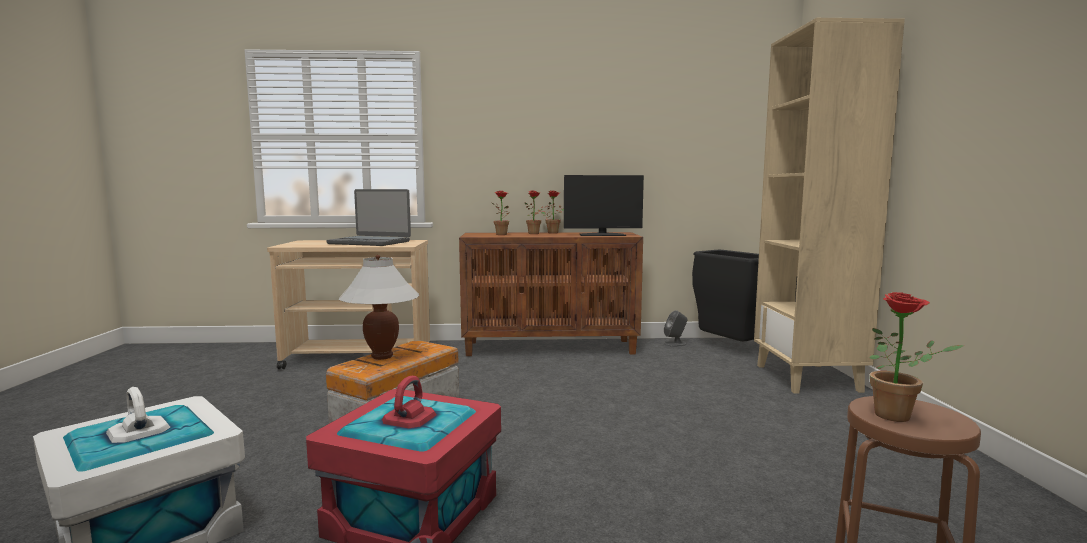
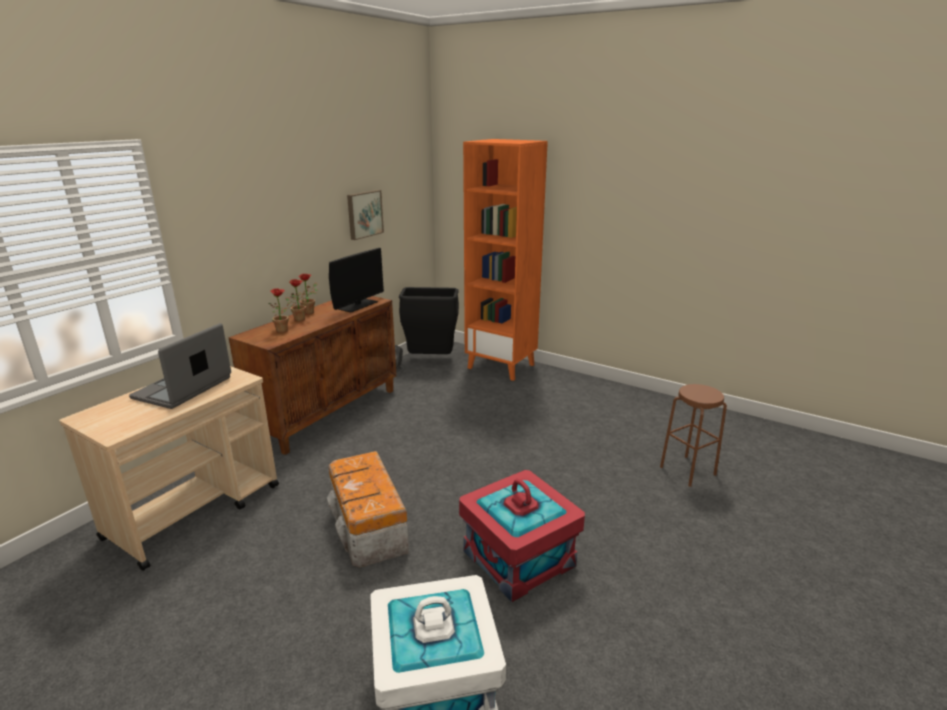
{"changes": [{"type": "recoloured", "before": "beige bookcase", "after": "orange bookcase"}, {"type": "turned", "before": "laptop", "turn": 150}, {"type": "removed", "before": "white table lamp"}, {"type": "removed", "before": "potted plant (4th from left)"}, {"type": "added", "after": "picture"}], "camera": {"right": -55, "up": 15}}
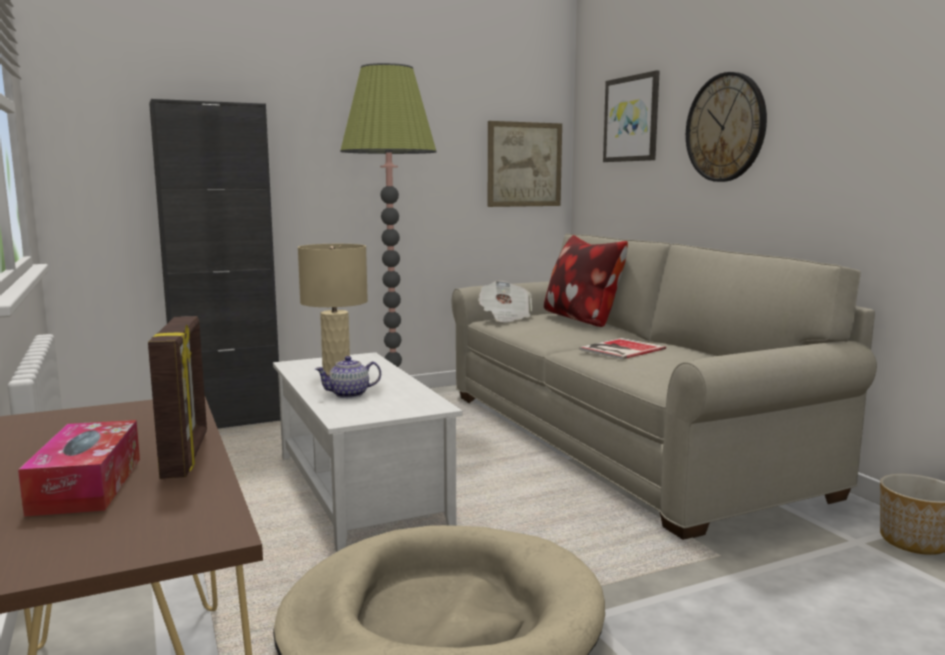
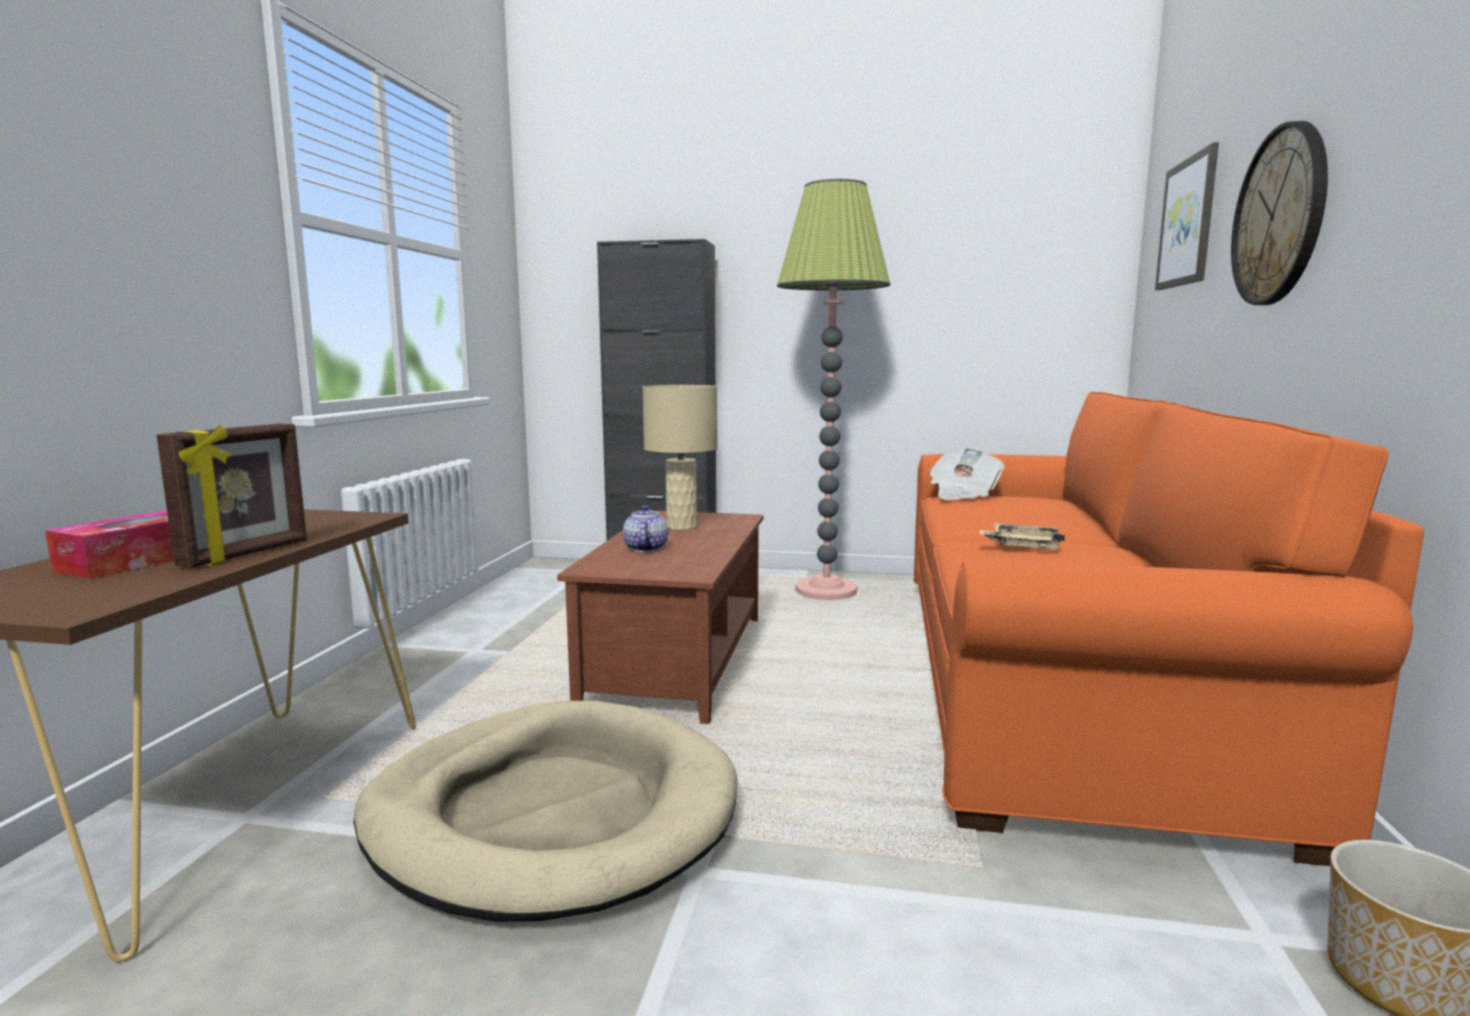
{"changes": [{"type": "removed", "before": "picture (1st from left)"}, {"type": "recoloured", "before": "beige sofa", "after": "orange sofa"}, {"type": "removed", "before": "pillow"}, {"type": "replaced", "before": "book", "after": "beige tray"}, {"type": "recoloured", "before": "white coffee table", "after": "brown coffee table"}, {"type": "turned", "before": "teapot", "turn": 75}], "camera": {"right": 35, "up": 0}}
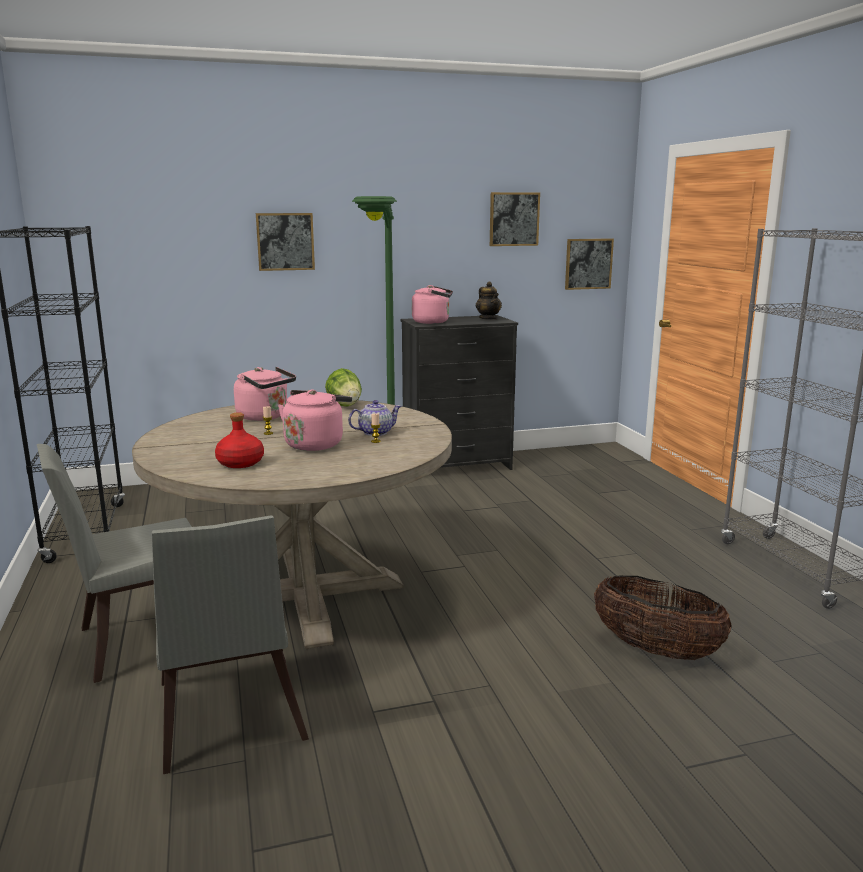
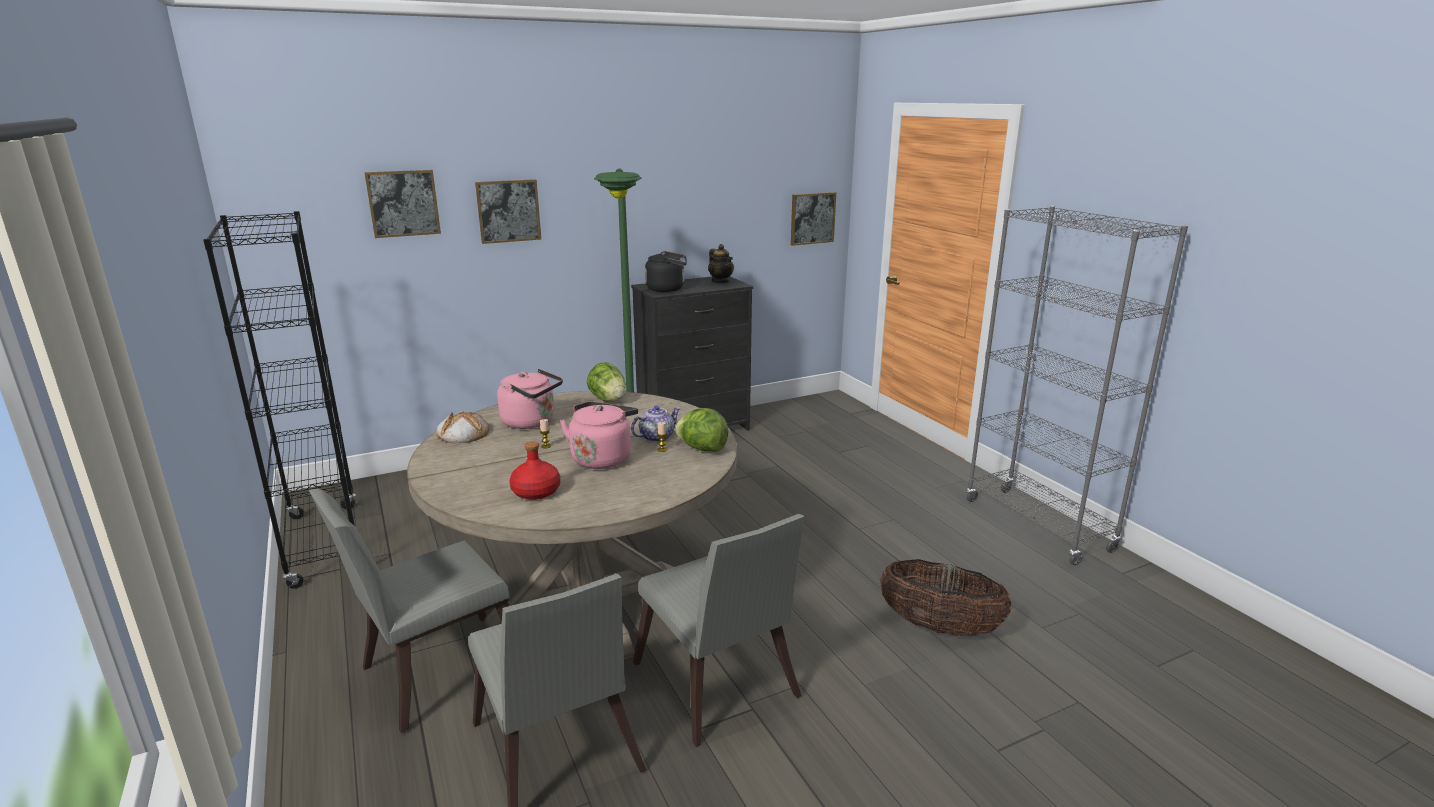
{"changes": [{"type": "moved", "before": "picture (2nd from left in the first image)", "after": "picture (1st from left)"}, {"type": "recoloured", "before": "pink kettle (3rd from left)", "after": "black kettle"}, {"type": "added", "after": "lettuce (2nd from left)"}, {"type": "added", "after": "bread"}, {"type": "added", "after": "grey chair (3rd from left)"}], "camera": {"right": -10, "up": 5}}
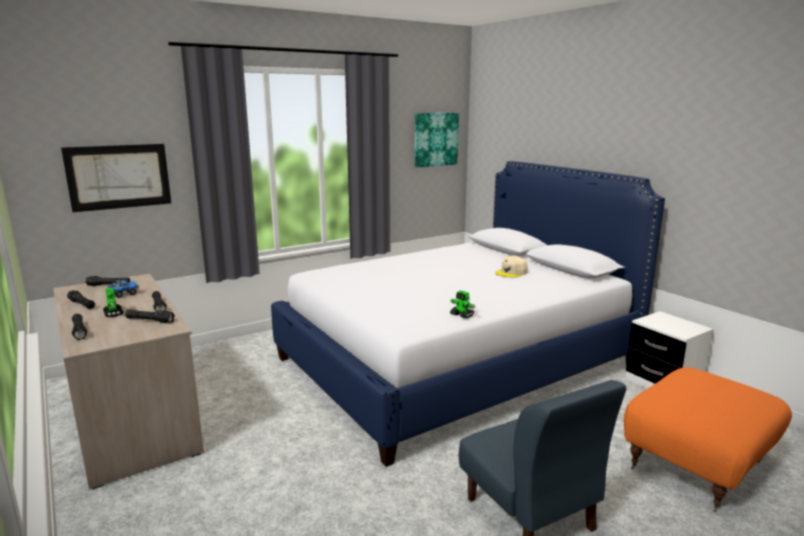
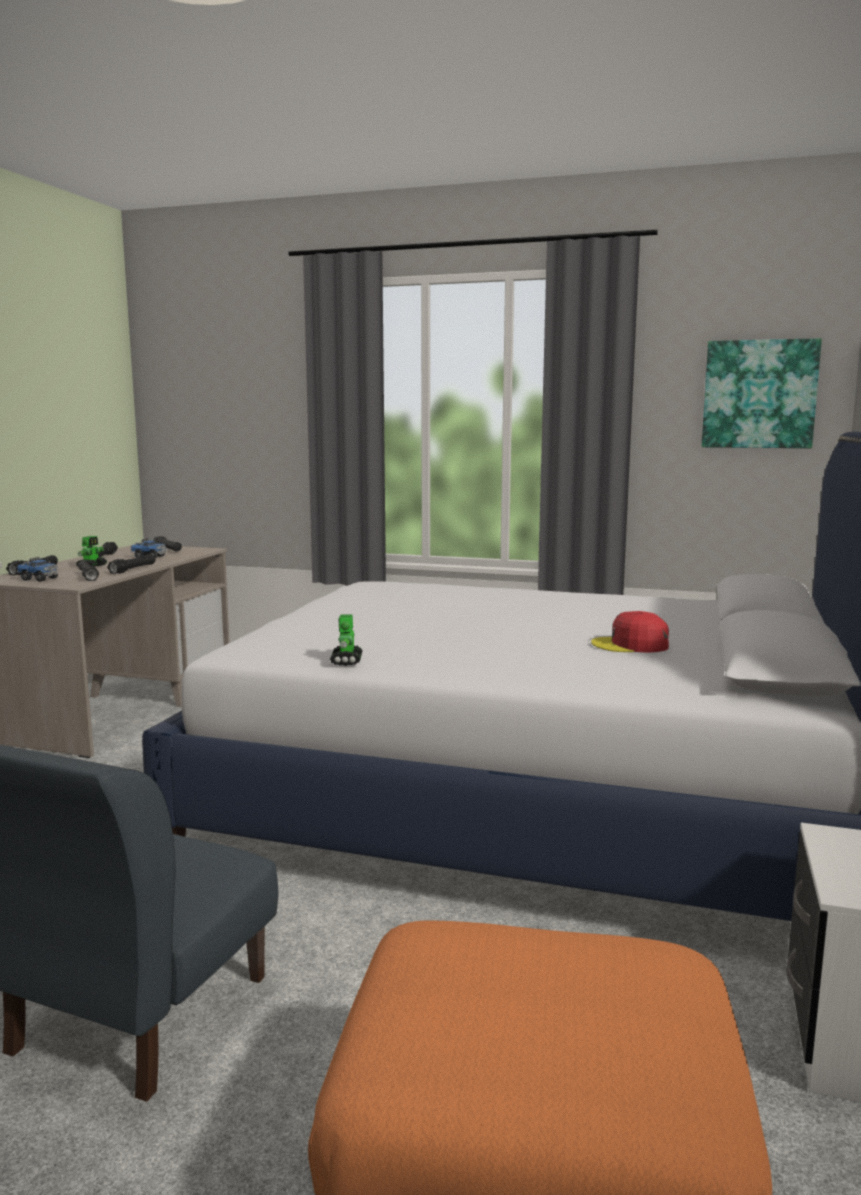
{"changes": [{"type": "removed", "before": "picture (1st from left)"}, {"type": "recoloured", "before": "beige cap", "after": "red cap"}, {"type": "added", "after": "toy truck (1st from left)"}], "camera": {"right": 50, "up": -5}}
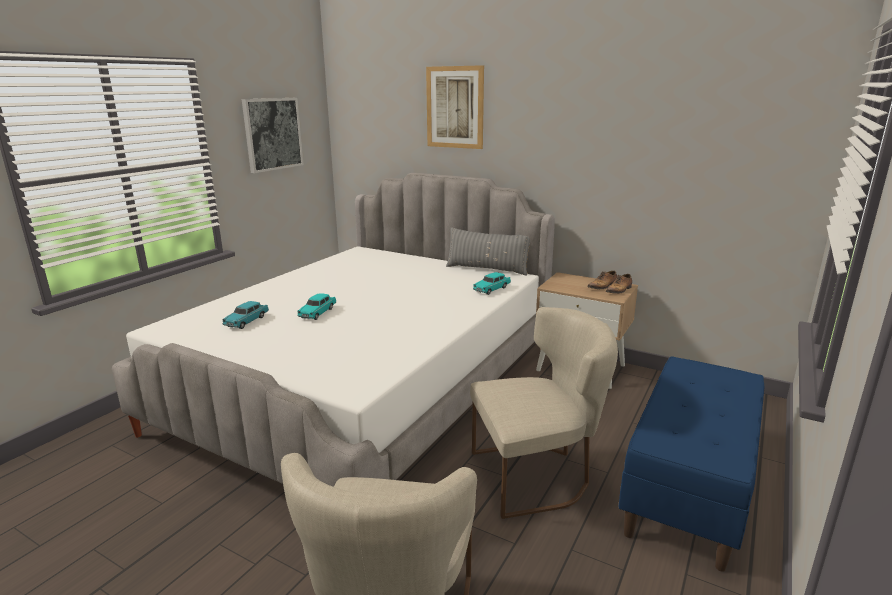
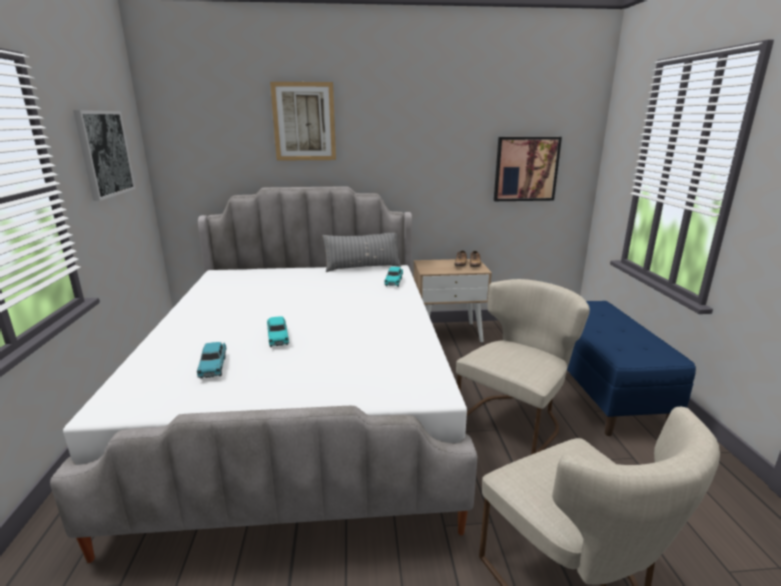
{"changes": [{"type": "added", "after": "picture (3rd from left)"}], "camera": {"right": -35, "up": 0}}
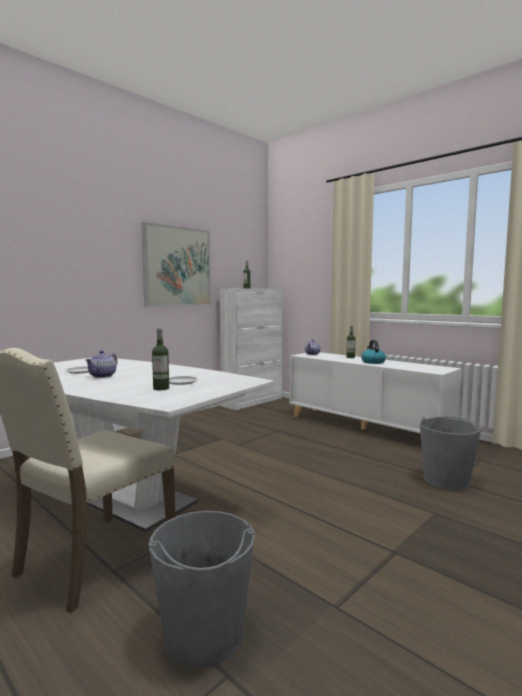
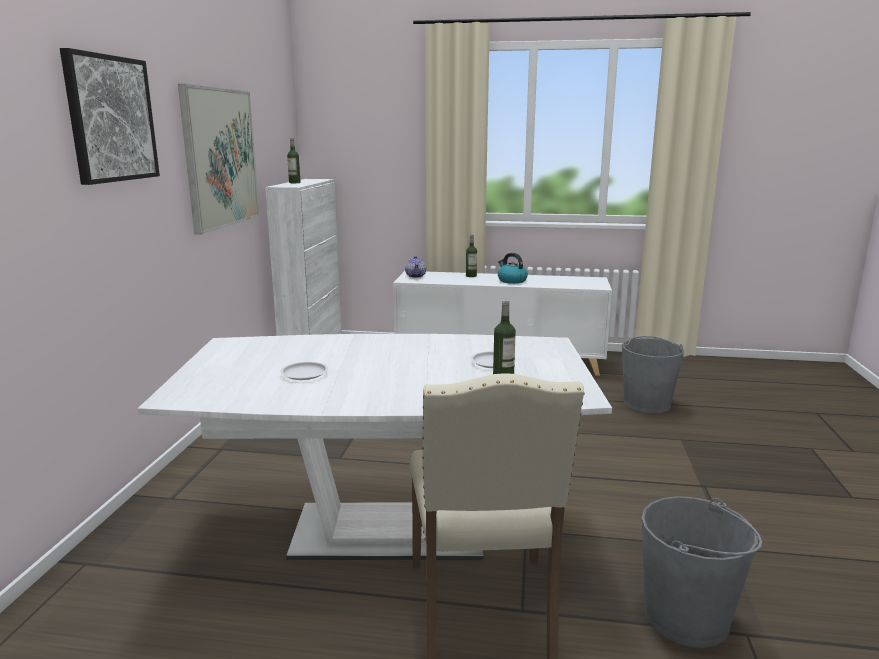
{"changes": [{"type": "removed", "before": "teapot (1st from left)"}, {"type": "added", "after": "picture (1st from left)"}], "camera": {"right": -35, "up": 10}}
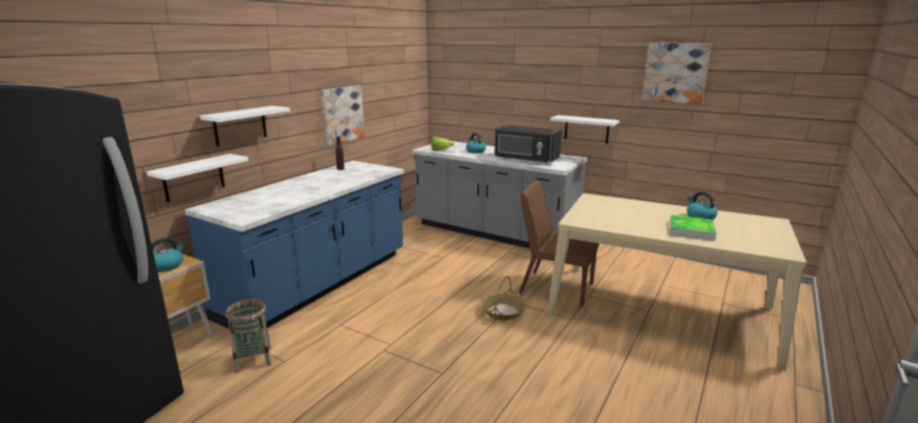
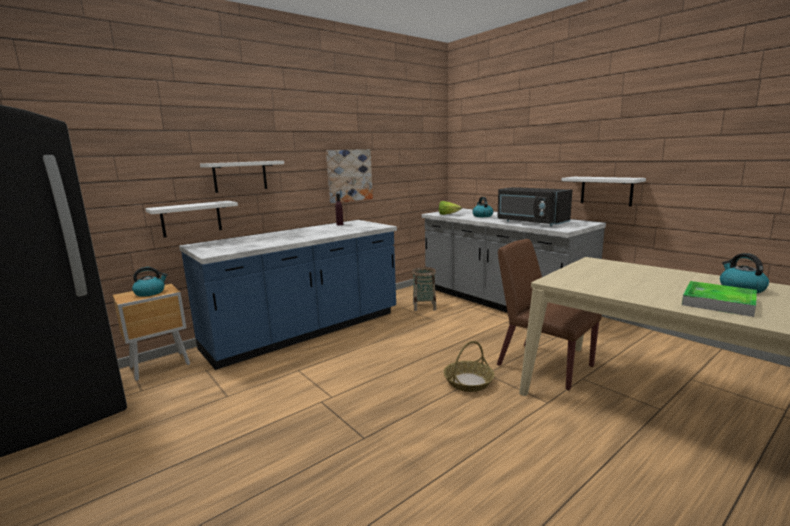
{"changes": [{"type": "removed", "before": "picture (2nd from left)"}, {"type": "moved", "before": "basket (1st from left)"}], "camera": {"right": 20, "up": -5}}
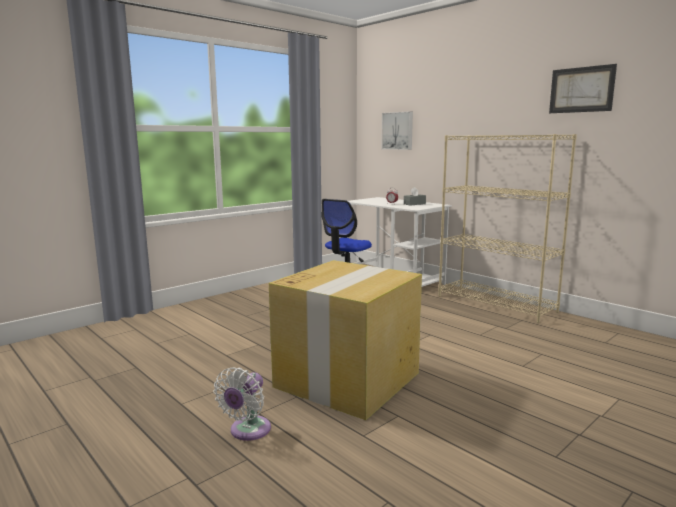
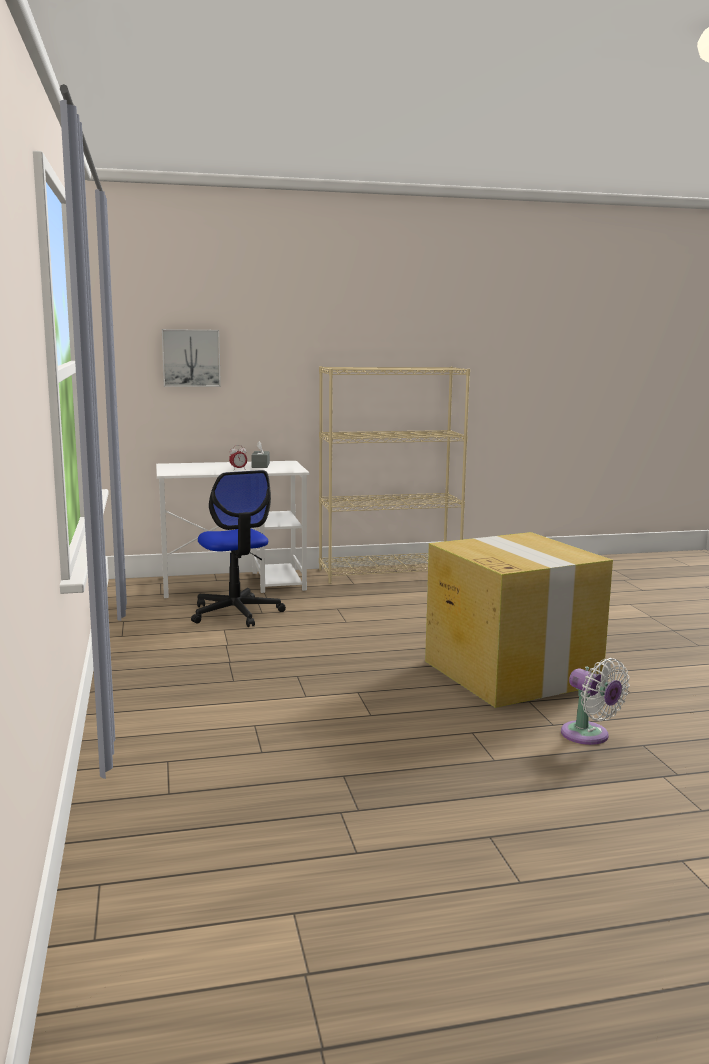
{"changes": [{"type": "removed", "before": "picture (2nd from left)"}], "camera": {"right": -60, "up": 0}}
